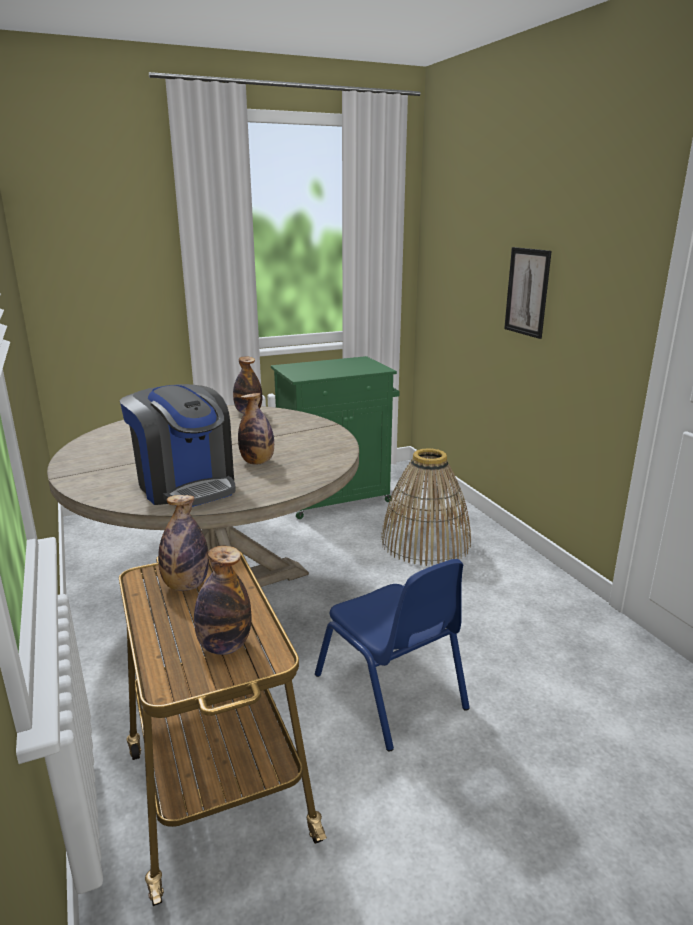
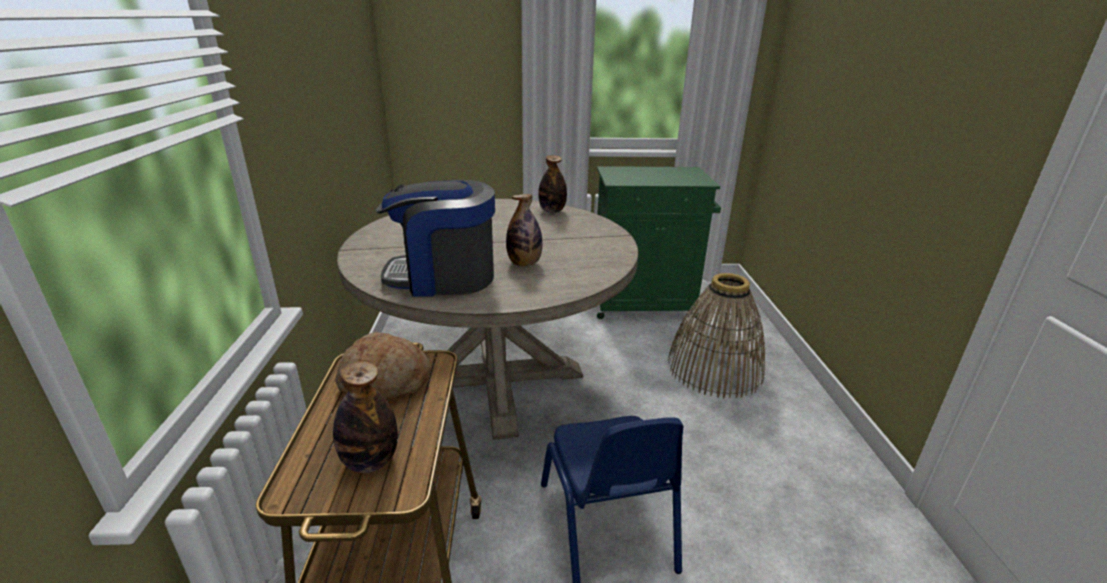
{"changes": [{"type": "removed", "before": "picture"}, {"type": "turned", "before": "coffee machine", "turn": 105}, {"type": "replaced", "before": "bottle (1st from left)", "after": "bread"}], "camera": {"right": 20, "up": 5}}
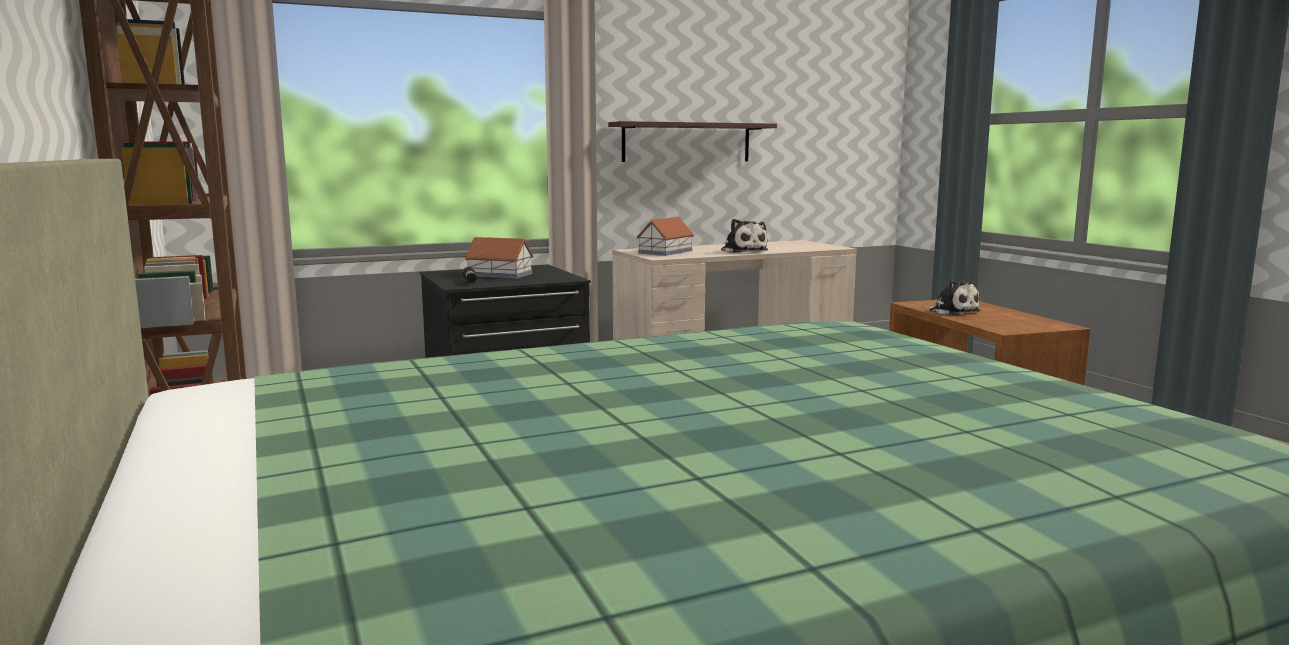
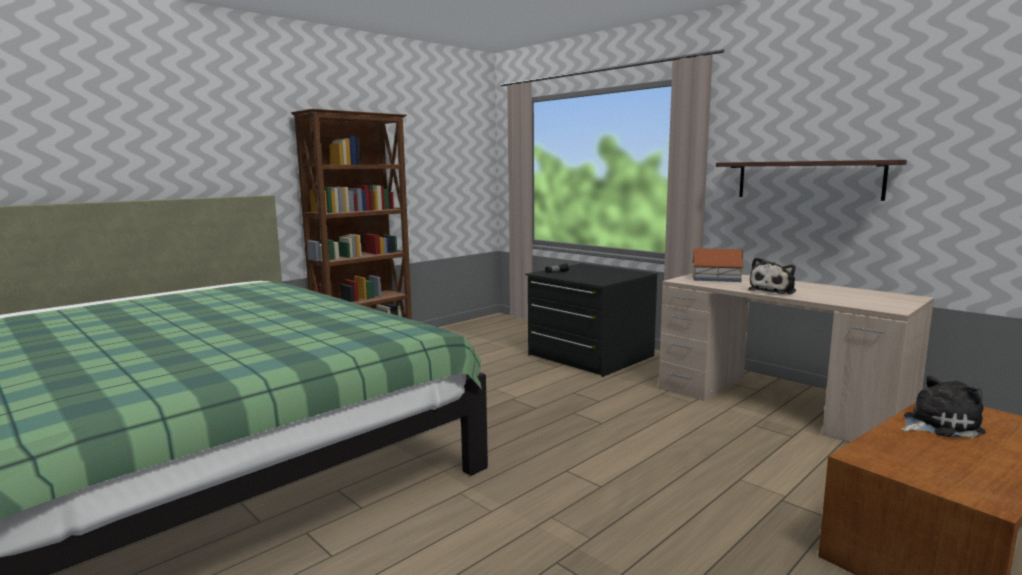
{"changes": [{"type": "removed", "before": "toy house (1st from left)"}, {"type": "turned", "before": "plush toy (2nd from left)", "turn": -135}], "camera": {"right": 70, "up": 0}}
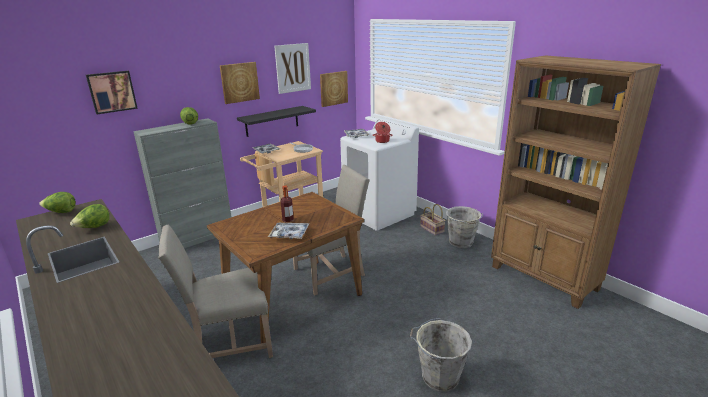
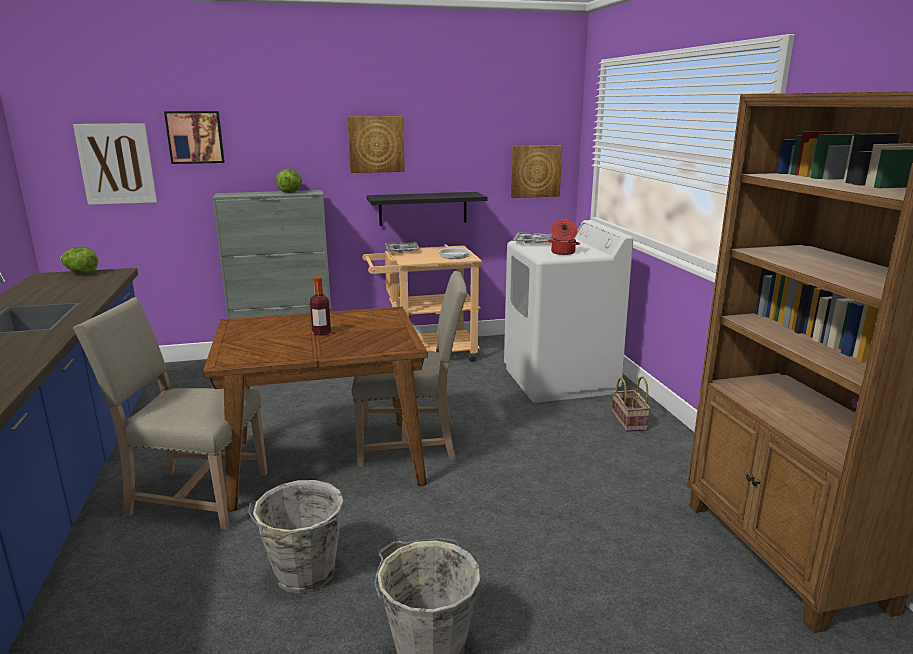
{"changes": [{"type": "moved", "before": "picture (3rd from left in the first image)", "after": "picture (1st from left)"}, {"type": "removed", "before": "lettuce (2nd from left)"}, {"type": "moved", "before": "grey bucket (2nd from left in the first image)", "after": "grey bucket (1st from left)"}, {"type": "removed", "before": "tray (2nd from left)"}], "camera": {"right": 25, "up": -5}}
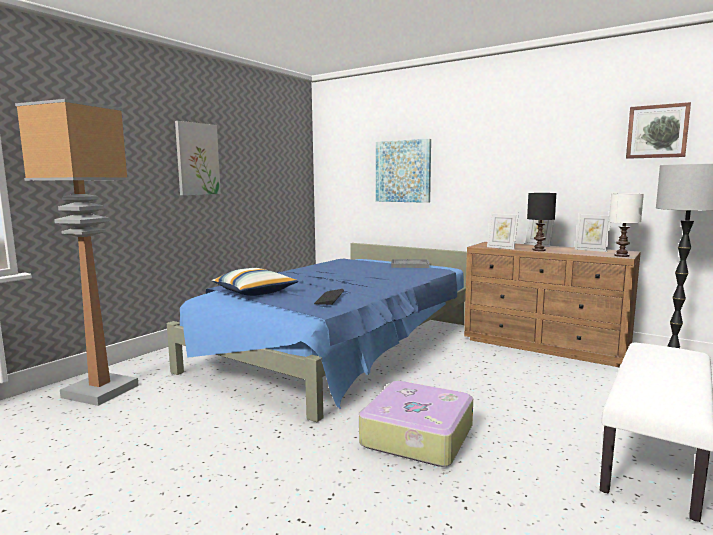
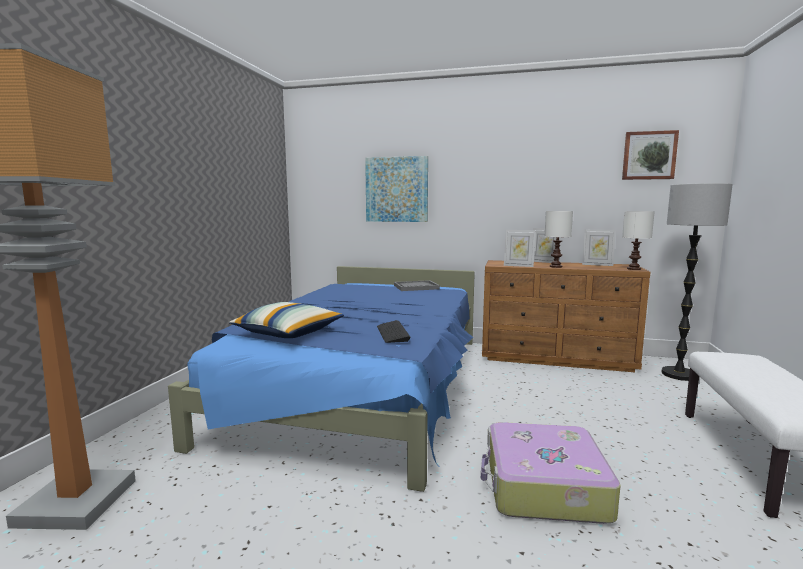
{"changes": [{"type": "removed", "before": "picture (1st from left)"}, {"type": "recoloured", "before": "black table lamp", "after": "white table lamp (1st from left)"}], "camera": {"right": -20, "up": 0}}
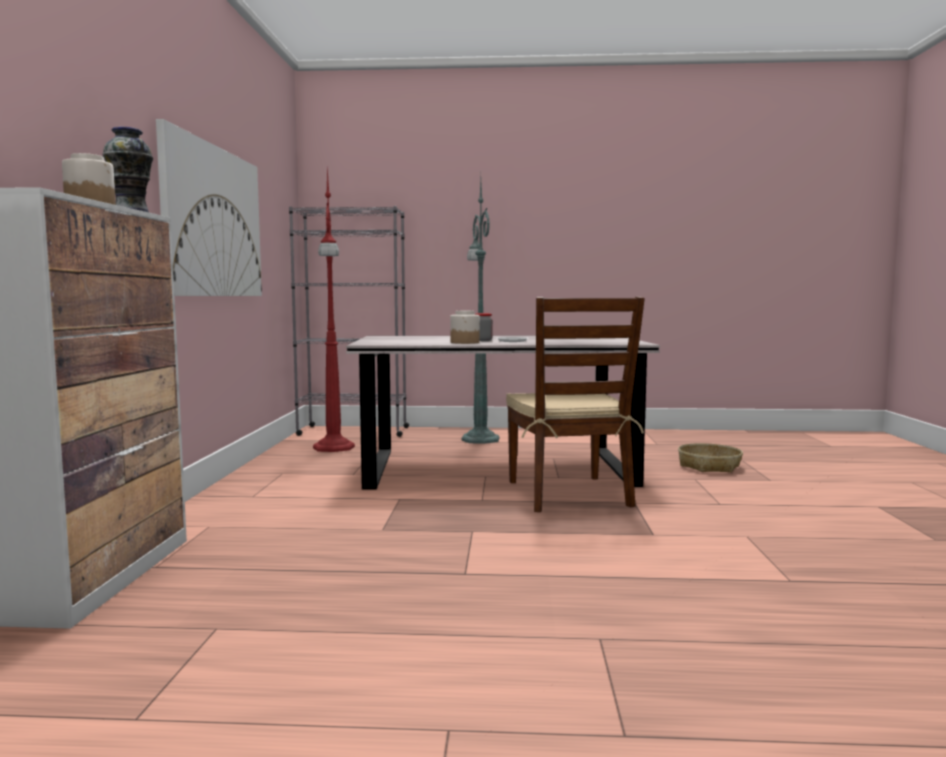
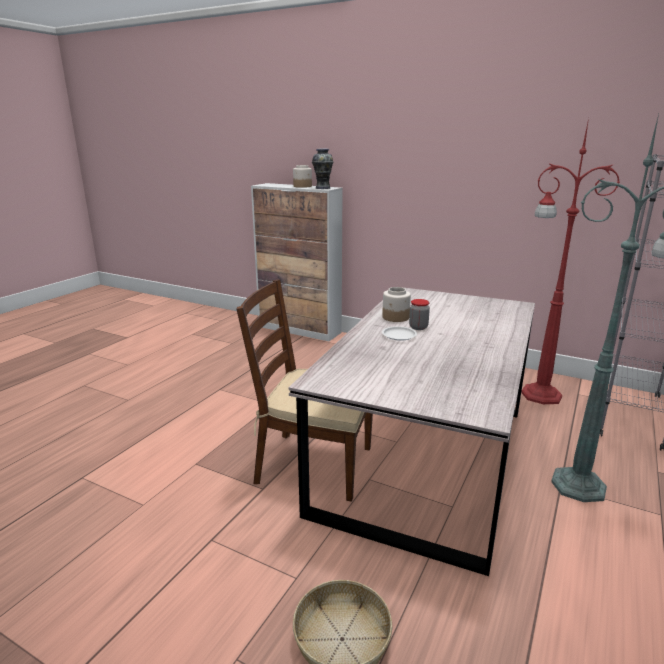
{"changes": [{"type": "removed", "before": "picture"}], "camera": {"right": 115, "up": 15}}
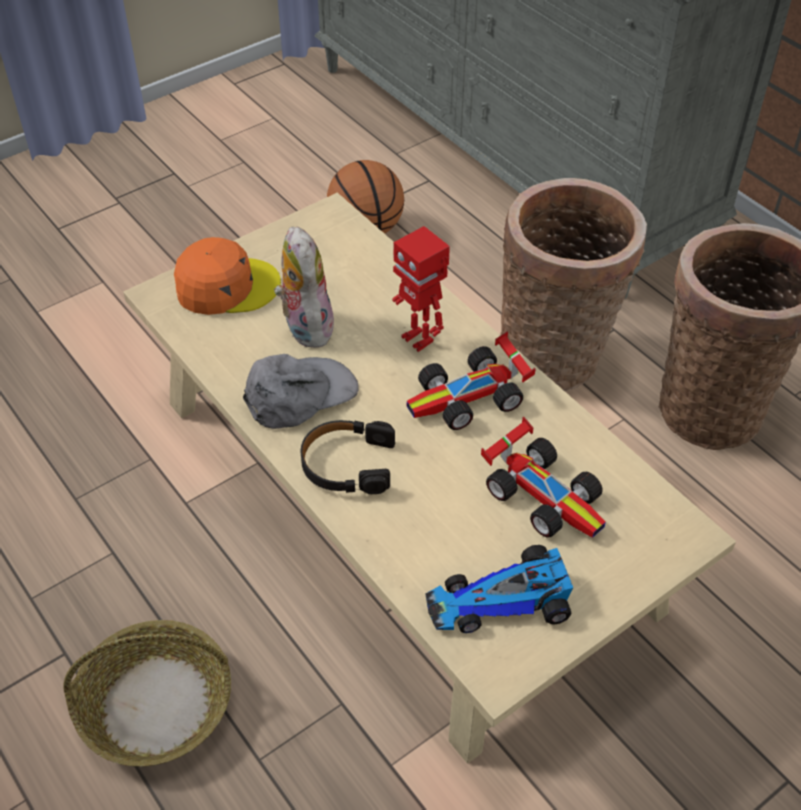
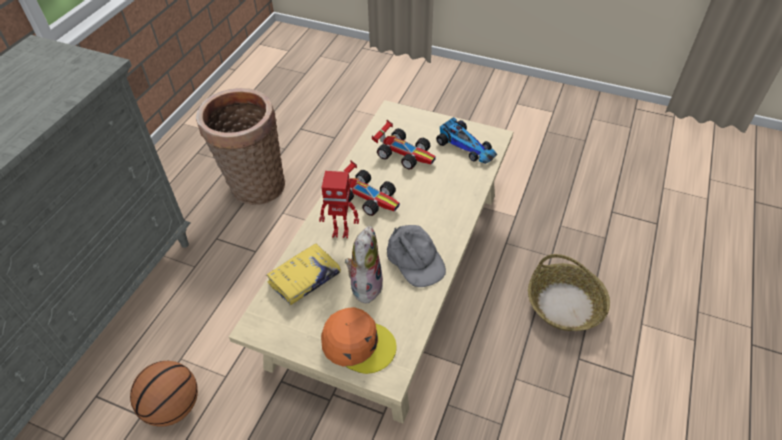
{"changes": [{"type": "removed", "before": "basket (2nd from left)"}, {"type": "turned", "before": "toy robot", "turn": 75}, {"type": "turned", "before": "plush toy", "turn": 150}, {"type": "turned", "before": "orange cap", "turn": 150}, {"type": "turned", "before": "grey cap", "turn": -150}, {"type": "turned", "before": "toy car (3rd from left in the first image)", "turn": 105}, {"type": "removed", "before": "black headphones"}, {"type": "added", "after": "yellow book"}], "camera": {"right": -120, "up": 0}}
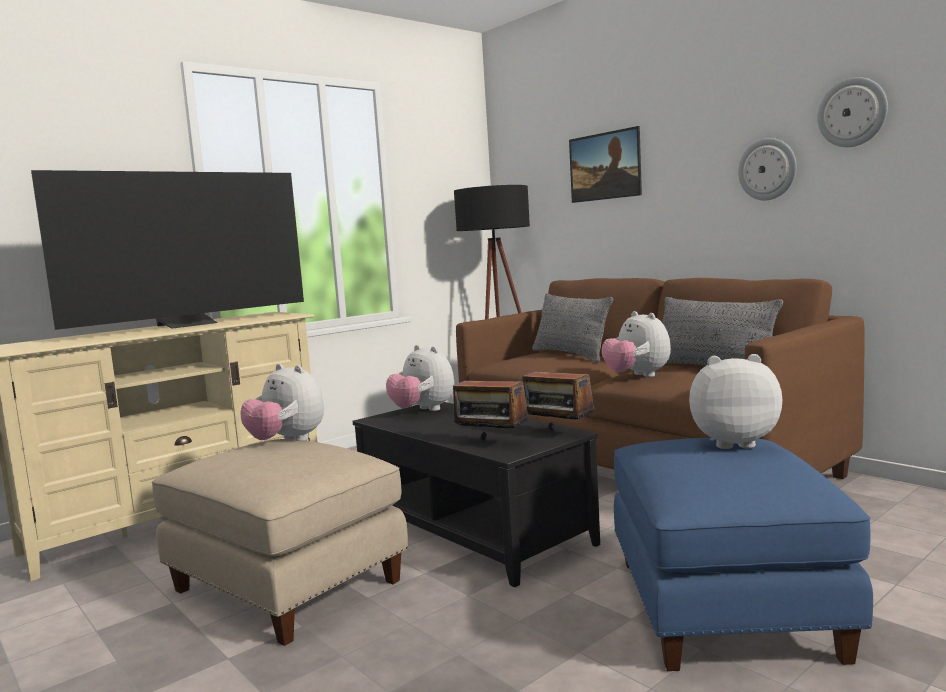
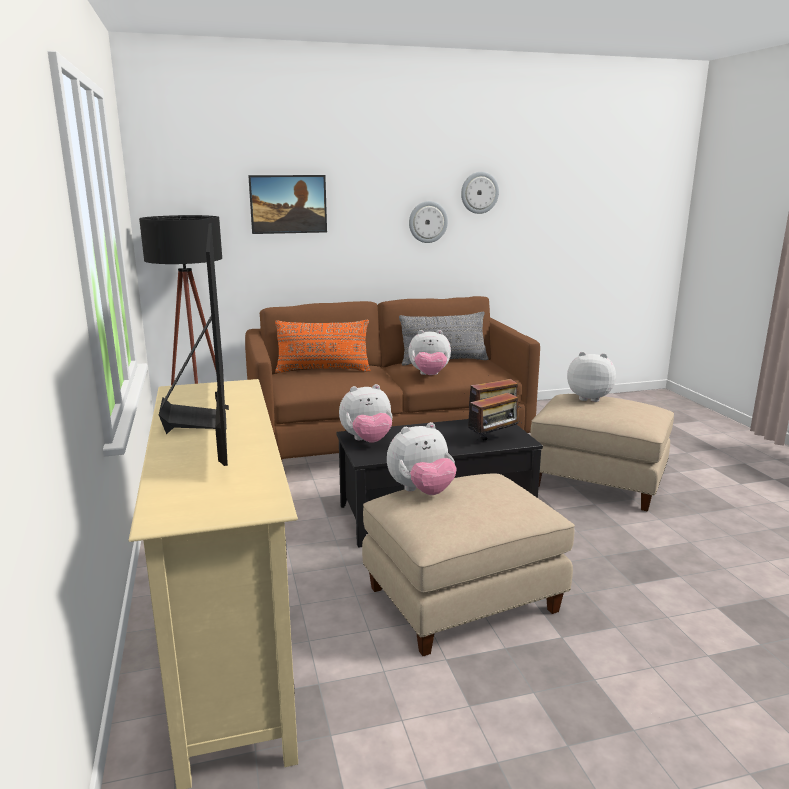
{"changes": [{"type": "recoloured", "before": "grey pillow (1st from left)", "after": "orange pillow"}, {"type": "turned", "before": "plush toy (4th from left)", "turn": 75}, {"type": "recoloured", "before": "blue ottoman", "after": "beige ottoman (2nd from left)"}], "camera": {"right": -65, "up": 10}}
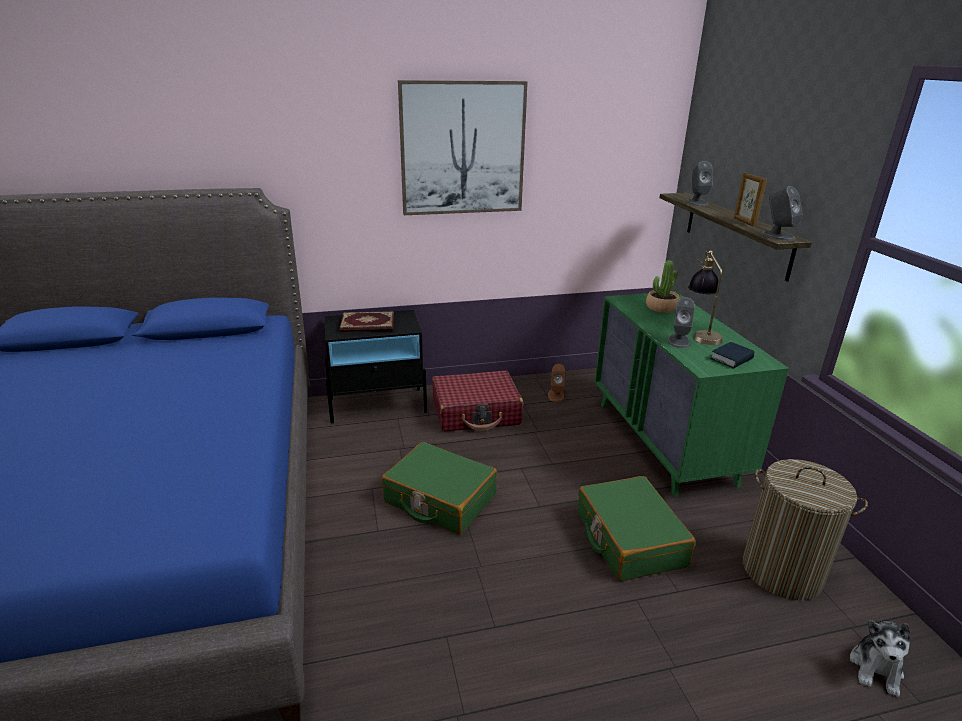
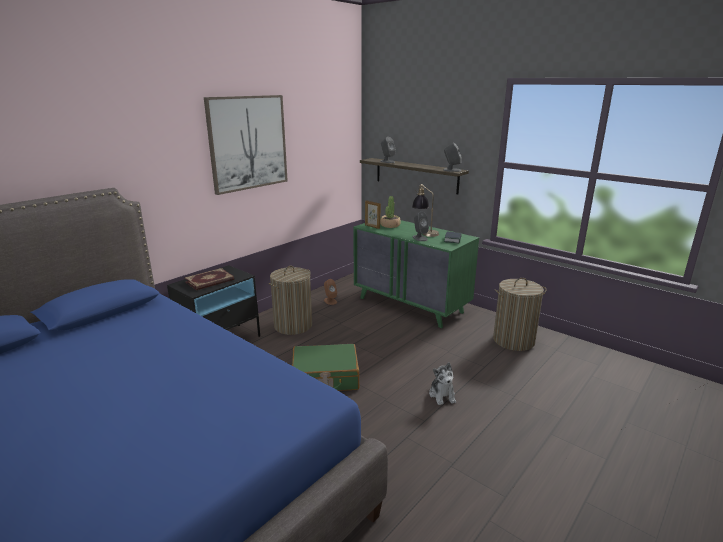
{"changes": [{"type": "moved", "before": "picture frame"}, {"type": "replaced", "before": "red suitcase", "after": "laundry basket (1st from left)"}, {"type": "removed", "before": "green suitcase (2nd from left)"}, {"type": "moved", "before": "plush toy"}], "camera": {"right": -35, "up": -5}}
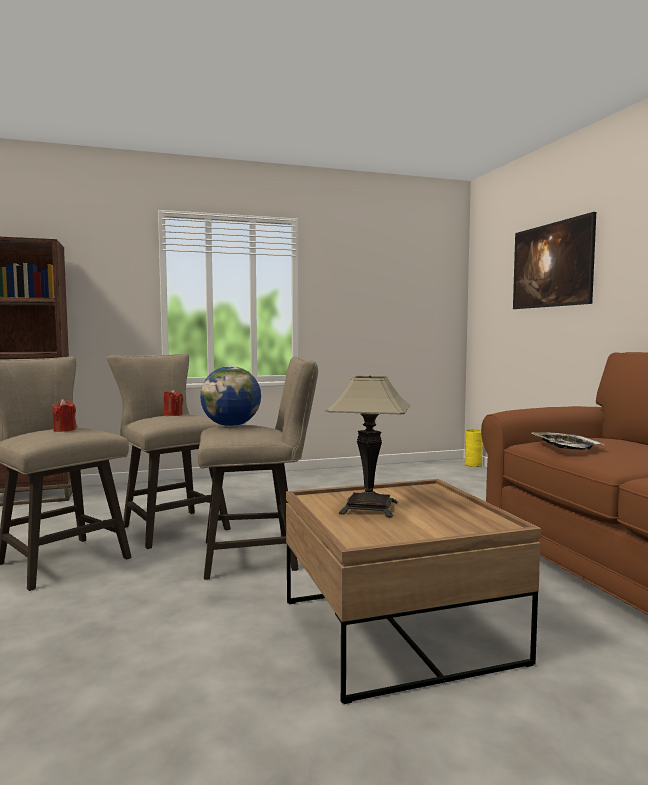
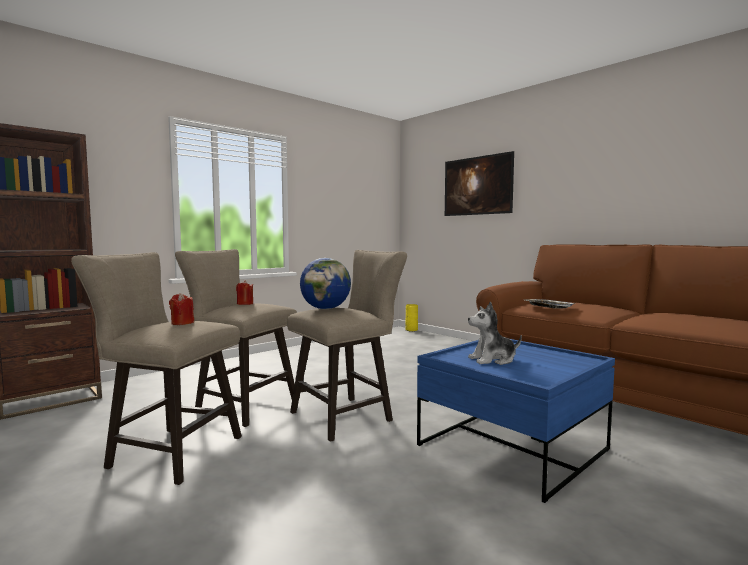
{"changes": [{"type": "replaced", "before": "table lamp", "after": "plush toy"}, {"type": "recoloured", "before": "brown coffee table", "after": "blue coffee table"}], "camera": {"right": -25, "up": 0}}
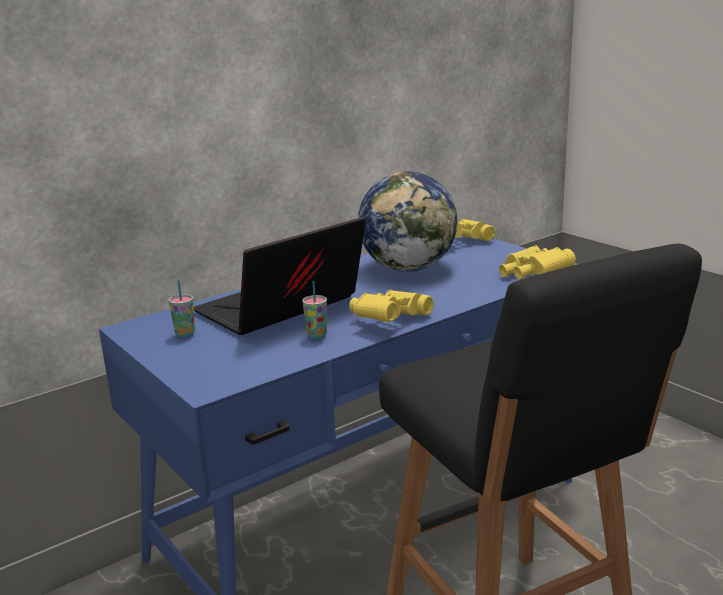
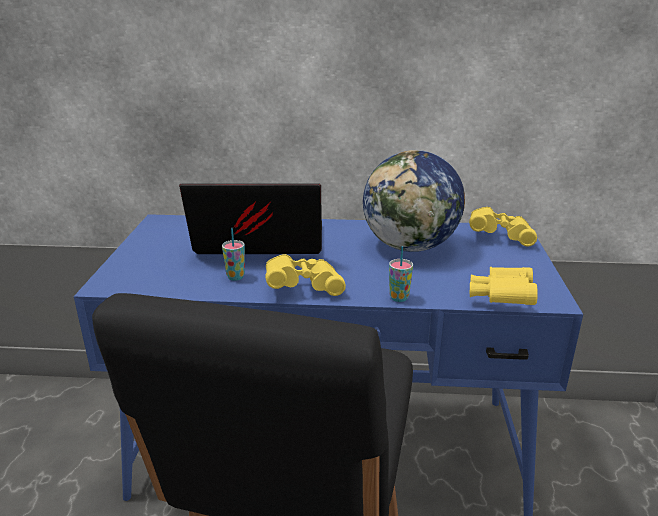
{"changes": [{"type": "moved", "before": "cup (1st from left in the first image)", "after": "cup (2nd from left)"}], "camera": {"right": 40, "up": 5}}
